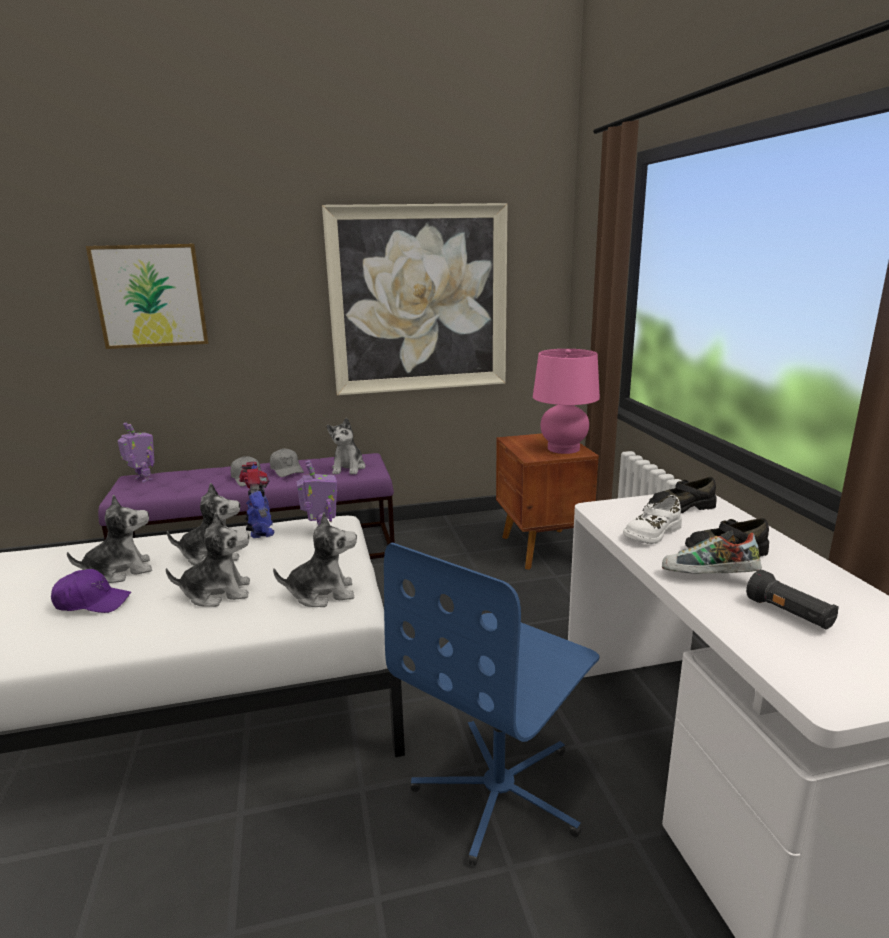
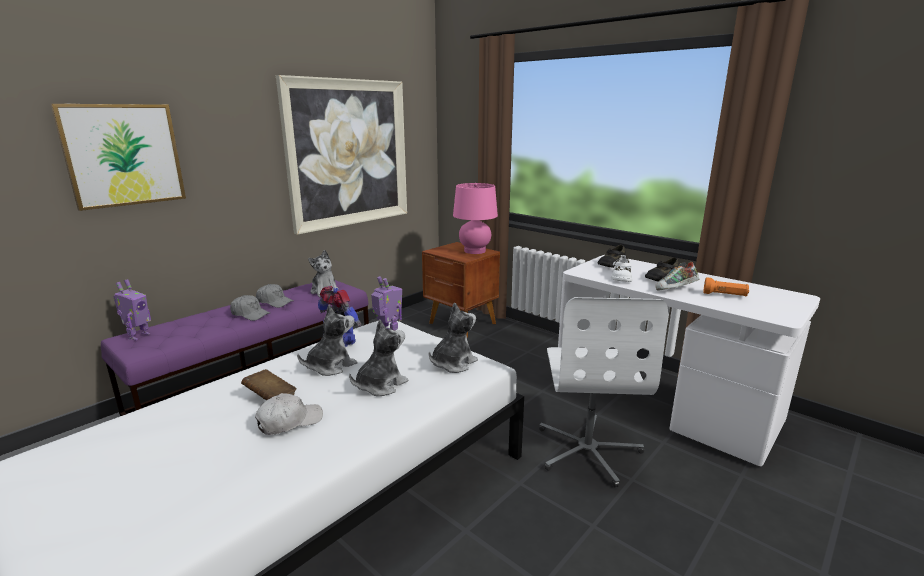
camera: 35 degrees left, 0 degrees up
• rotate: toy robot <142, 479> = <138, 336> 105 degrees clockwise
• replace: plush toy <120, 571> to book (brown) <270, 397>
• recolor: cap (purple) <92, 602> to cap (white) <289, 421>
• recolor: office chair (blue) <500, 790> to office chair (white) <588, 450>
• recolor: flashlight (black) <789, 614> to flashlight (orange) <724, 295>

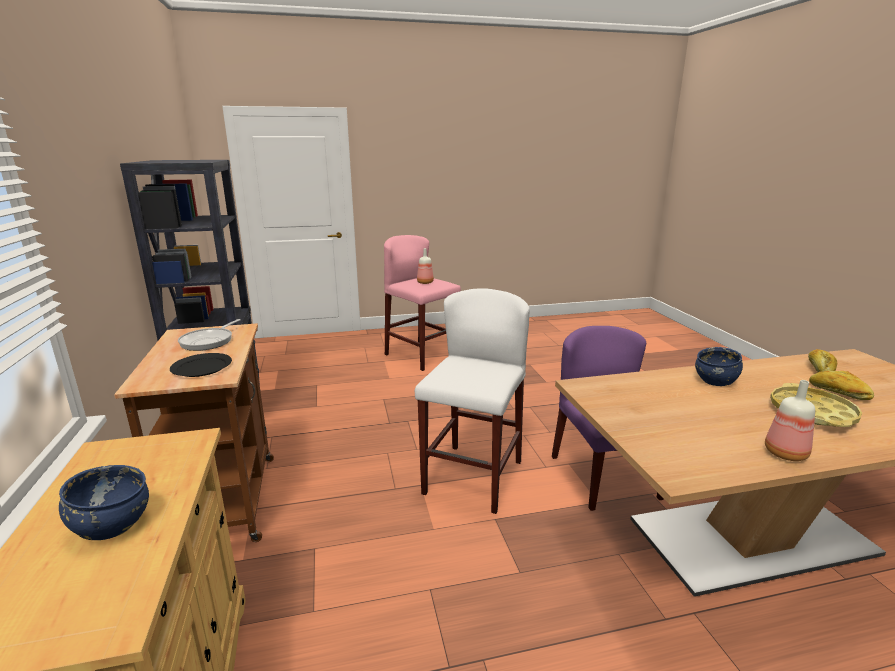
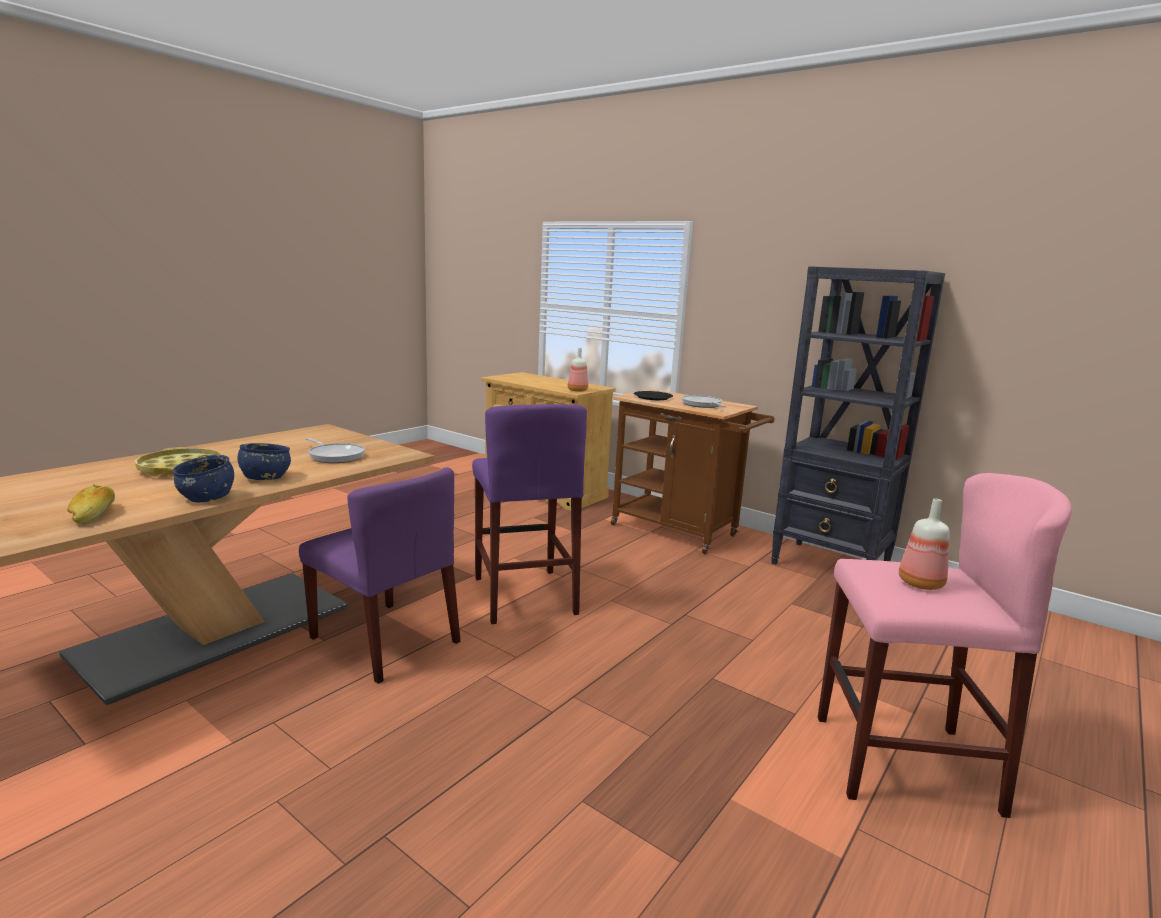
camera: 140 degrees right, 5 degrees down
• move: bowl (blue) <112, 525> to <207, 497>
• insert: frying pan <335, 456>
• recolor: stool (white) <473, 477> to stool (purple) <524, 595>
• move: bottle <787, 454> to <577, 390>
• delete: bread <838, 393>

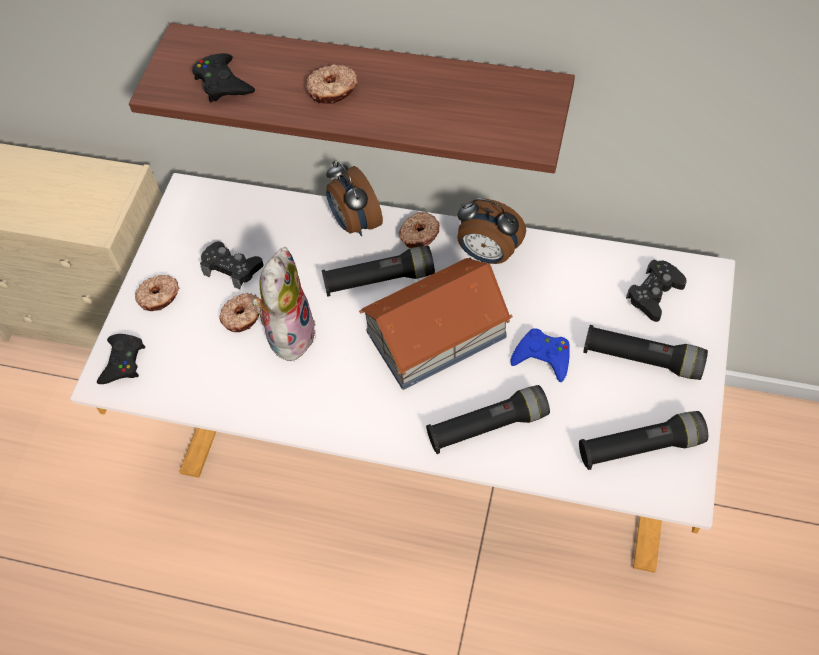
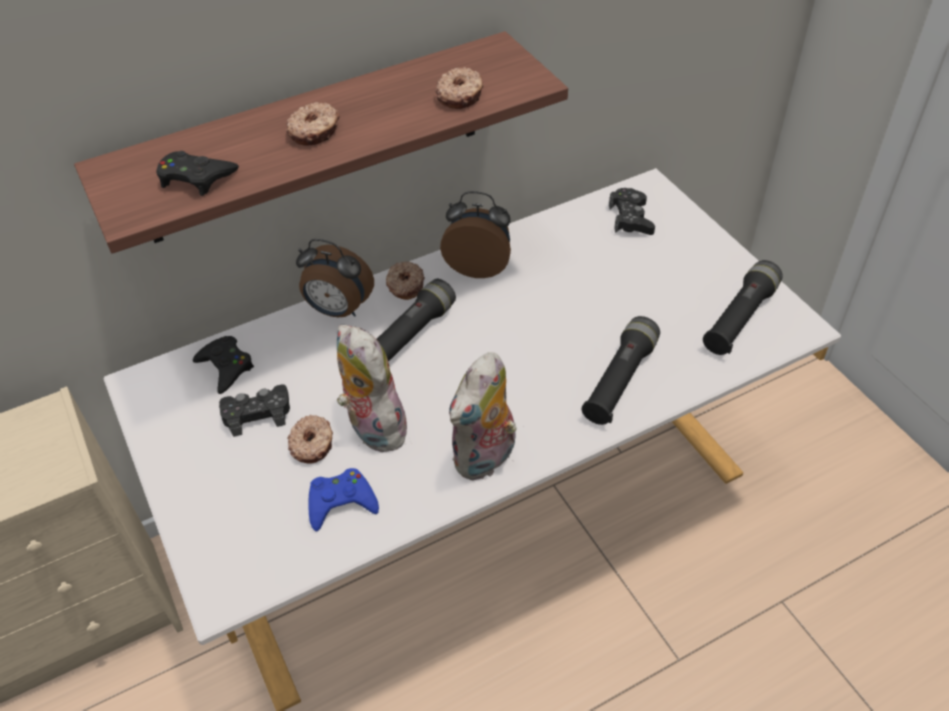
camera: 45 degrees left, 10 degrees down
• move: game controller (black) <123, 362> to <226, 367>
• move: game controller (blue) <543, 357> to <341, 502>
• move: donut <159, 297> to <461, 96>
• rotate: alarm clock <488, 254> = <478, 266> 150 degrees counterclockwise
• insert: plush toy <486, 459>
• delete: toy house <434, 334>
• delete: flashlight (black) <642, 359>

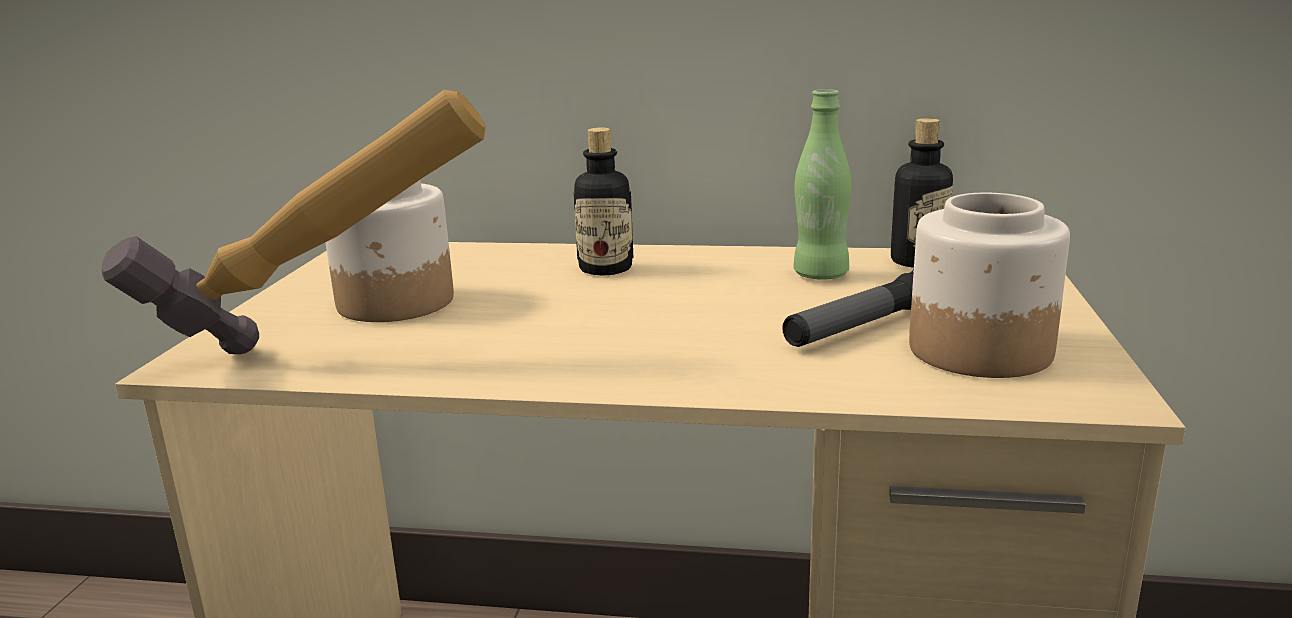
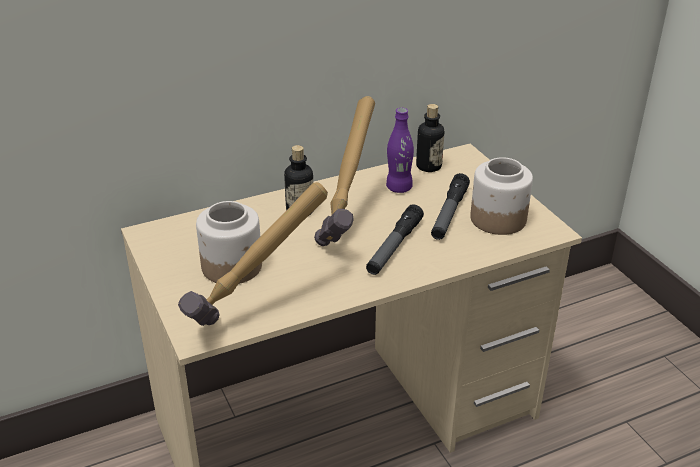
camera: 35 degrees left, 15 degrees up
• insert: hammer <352, 224>
• insert: flashlight <394, 247>
• recolor: bottle (green) <820, 275> to bottle (purple) <399, 188>

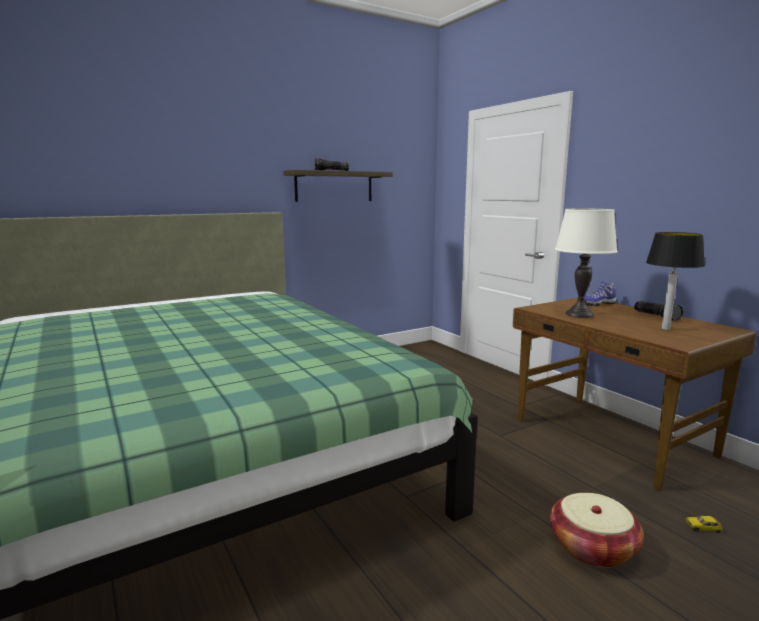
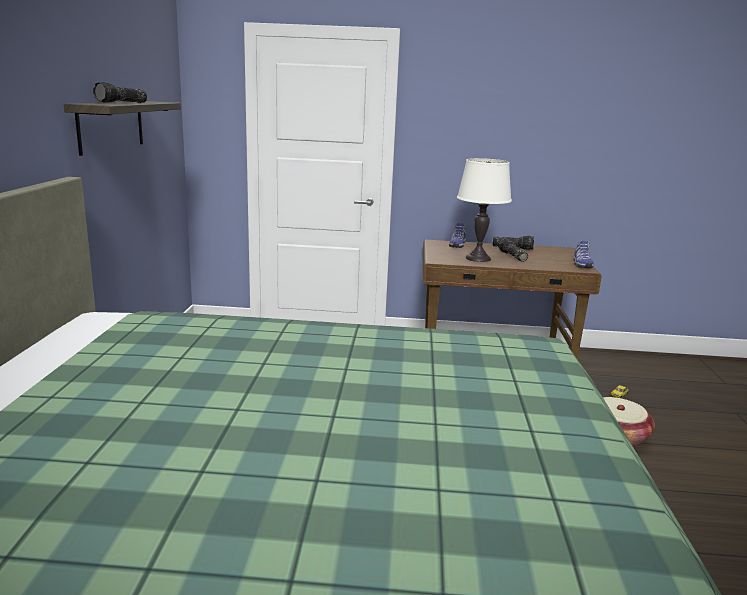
camera: 55 degrees left, 5 degrees up
• insert: flashlight <511, 256>
• insert: shoe <581, 264>
• delete: table lamp <665, 328>

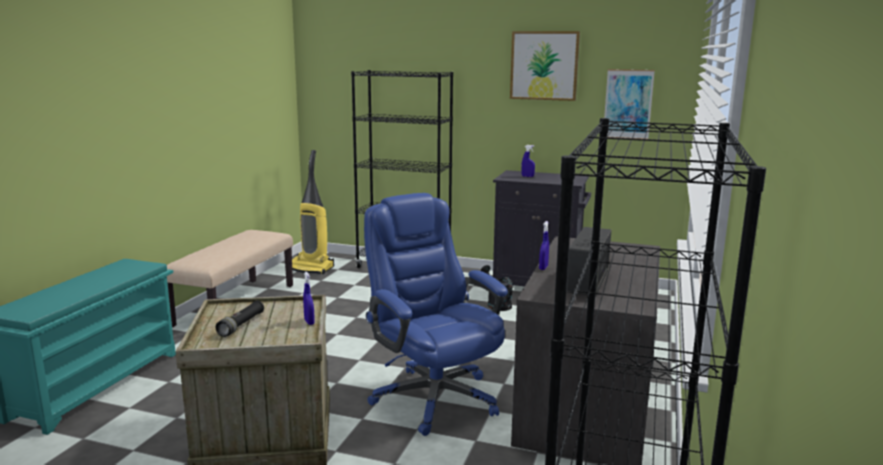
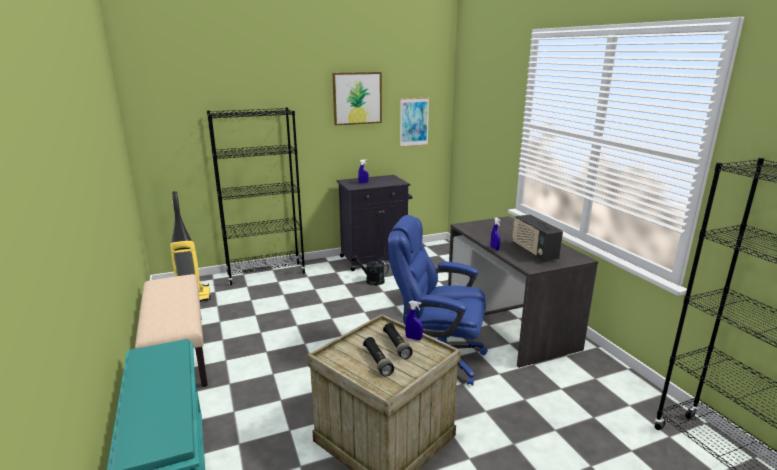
camera: 40 degrees left, 5 degrees up
• insert: flashlight (black) <397, 346>

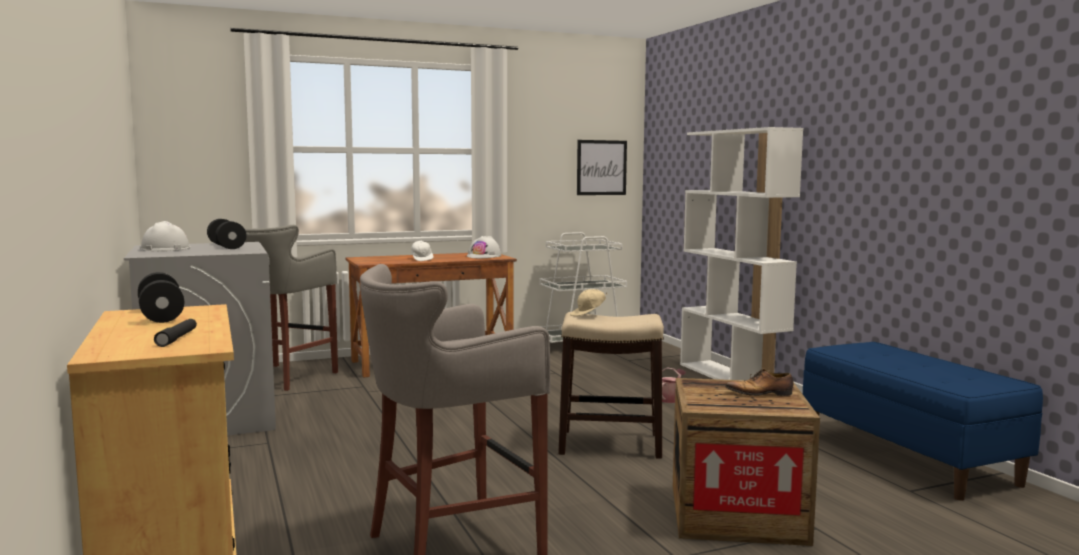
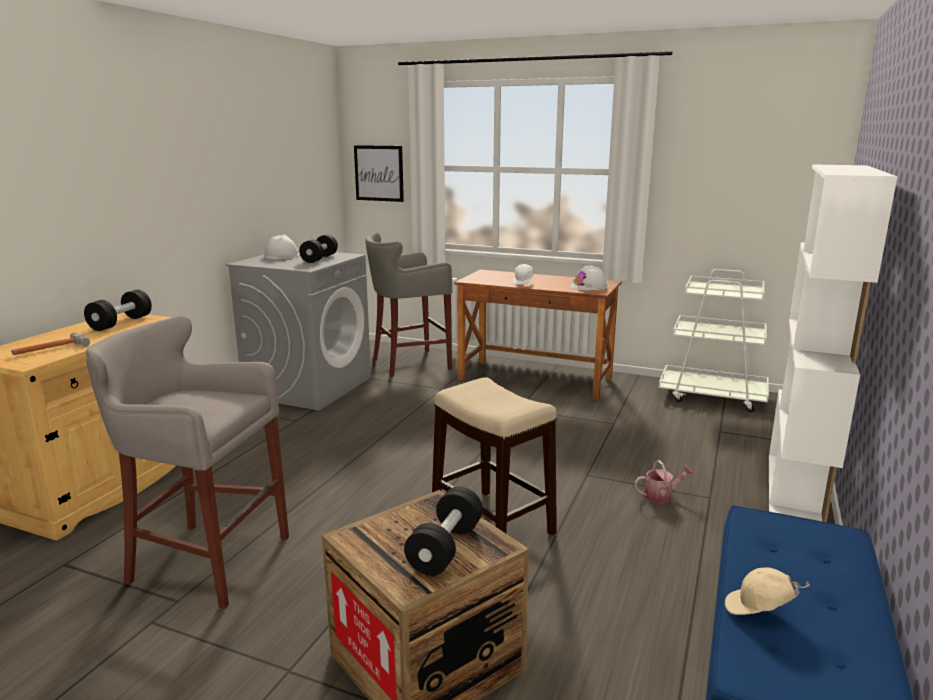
camera: 45 degrees right, 10 degrees up
• replace: flashlight (black) <177, 338> to hammer <50, 349>
• move: picture <601, 167> to <379, 173>
• replace: shoe <760, 394> to dumbbell (black) <445, 548>
• move: cap (beige) <589, 314> to <759, 610>

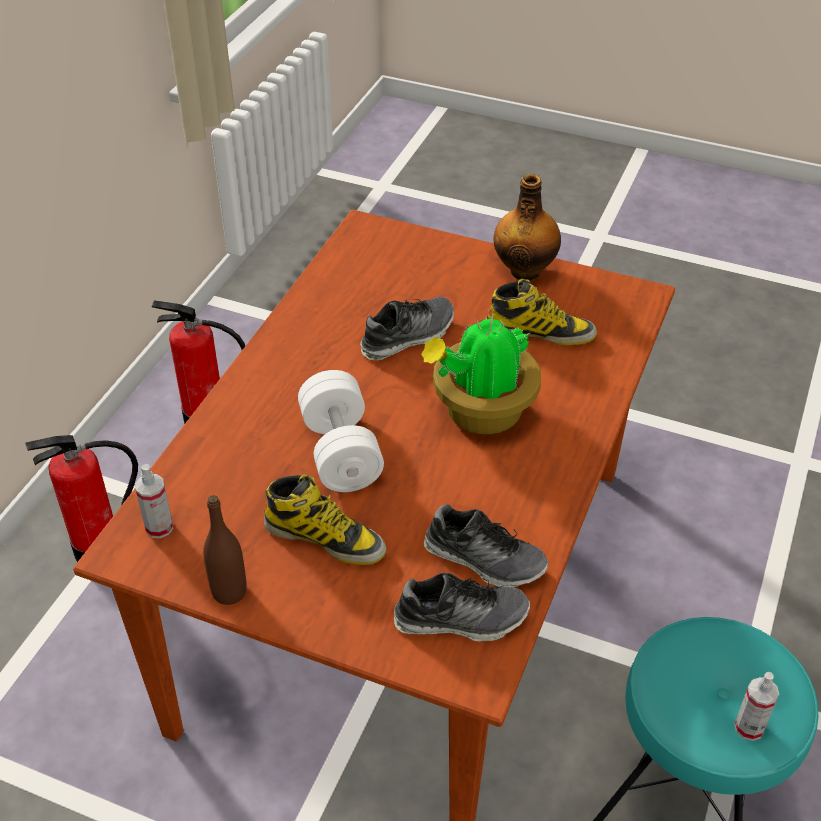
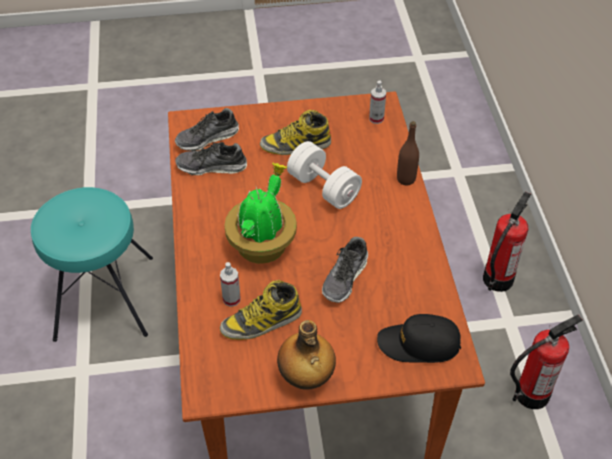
camera: 150 degrees right, 5 degrees up
• move: spray bottle <749, 727> to <231, 299>
• insert: cap (black) <418, 344>
• move: bottle (brown) <229, 592> to <406, 179>

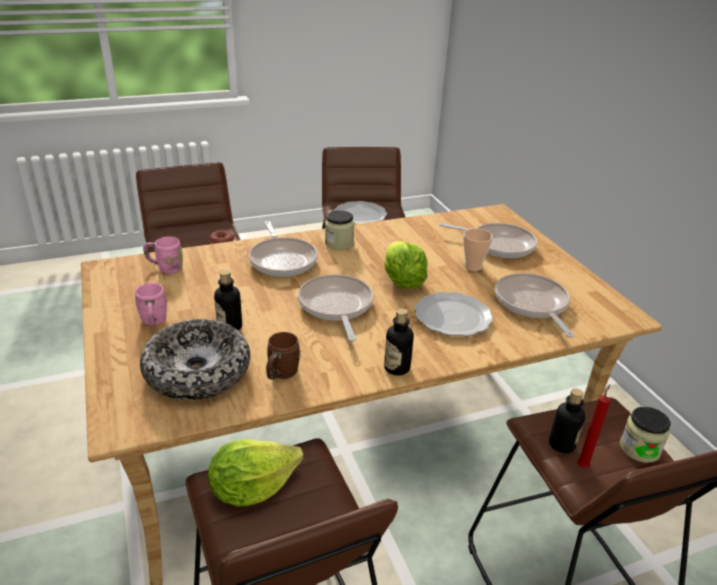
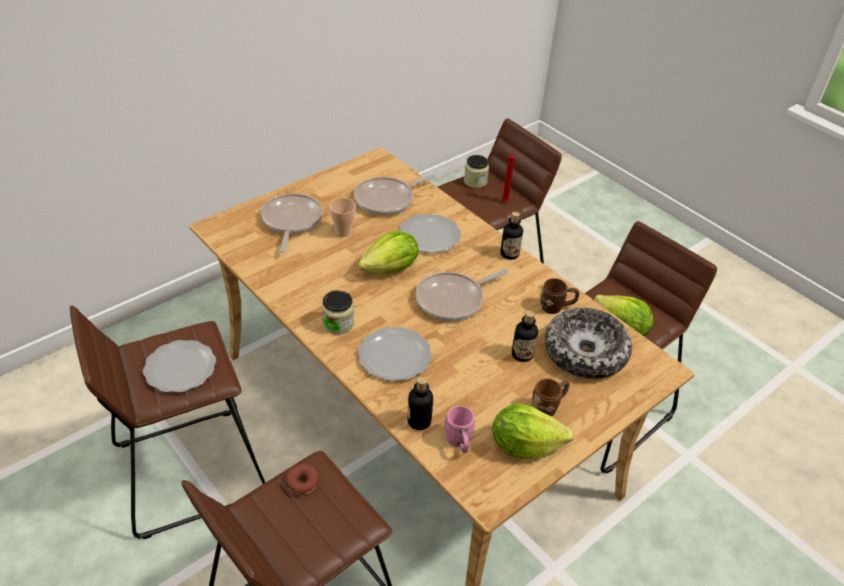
camera: 110 degrees left, 10 degrees up
• replace: frying pan <282, 260> to plate <393, 356>
• move: bottle <561, 444> to <419, 421>
• insert: lettuce <524, 445>
• recolor: mug (pink) <154, 322> to mug (brown) <548, 407>

